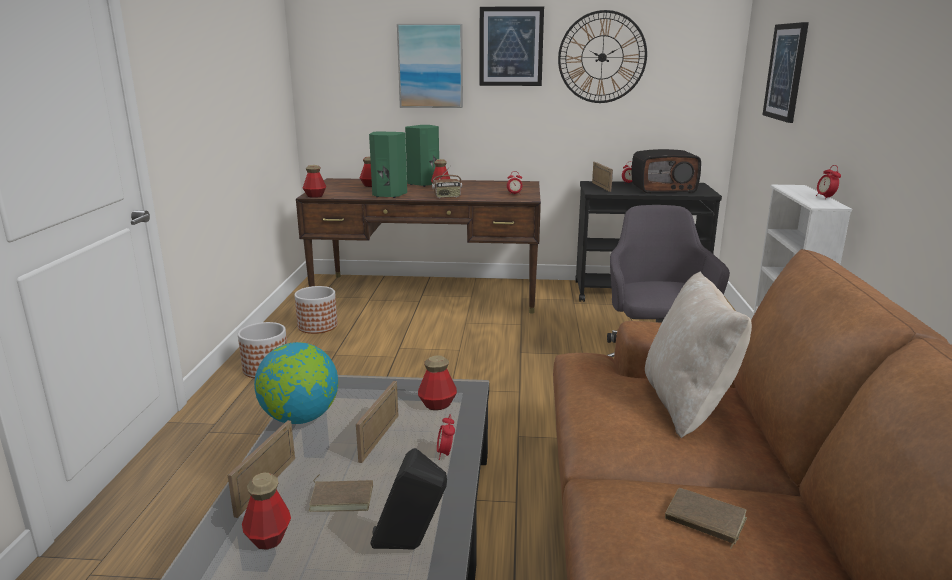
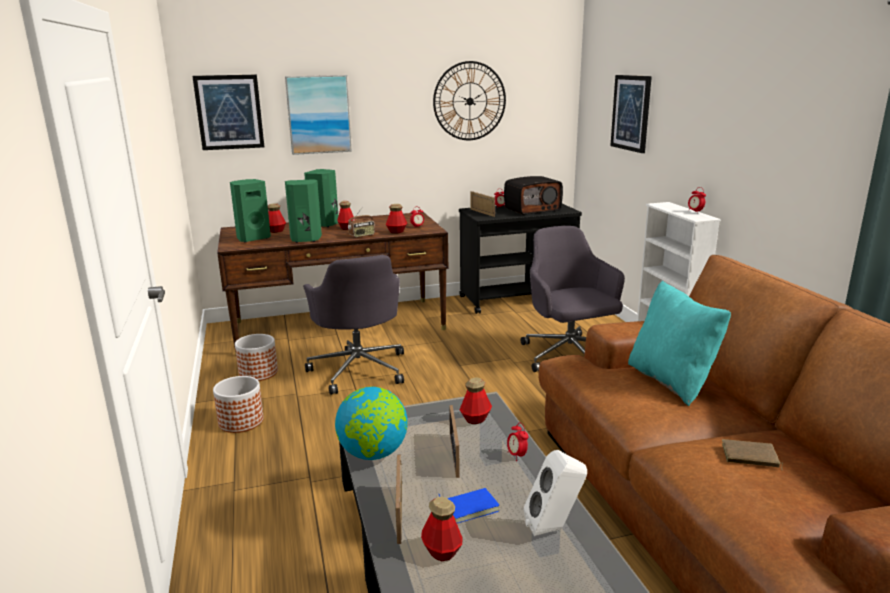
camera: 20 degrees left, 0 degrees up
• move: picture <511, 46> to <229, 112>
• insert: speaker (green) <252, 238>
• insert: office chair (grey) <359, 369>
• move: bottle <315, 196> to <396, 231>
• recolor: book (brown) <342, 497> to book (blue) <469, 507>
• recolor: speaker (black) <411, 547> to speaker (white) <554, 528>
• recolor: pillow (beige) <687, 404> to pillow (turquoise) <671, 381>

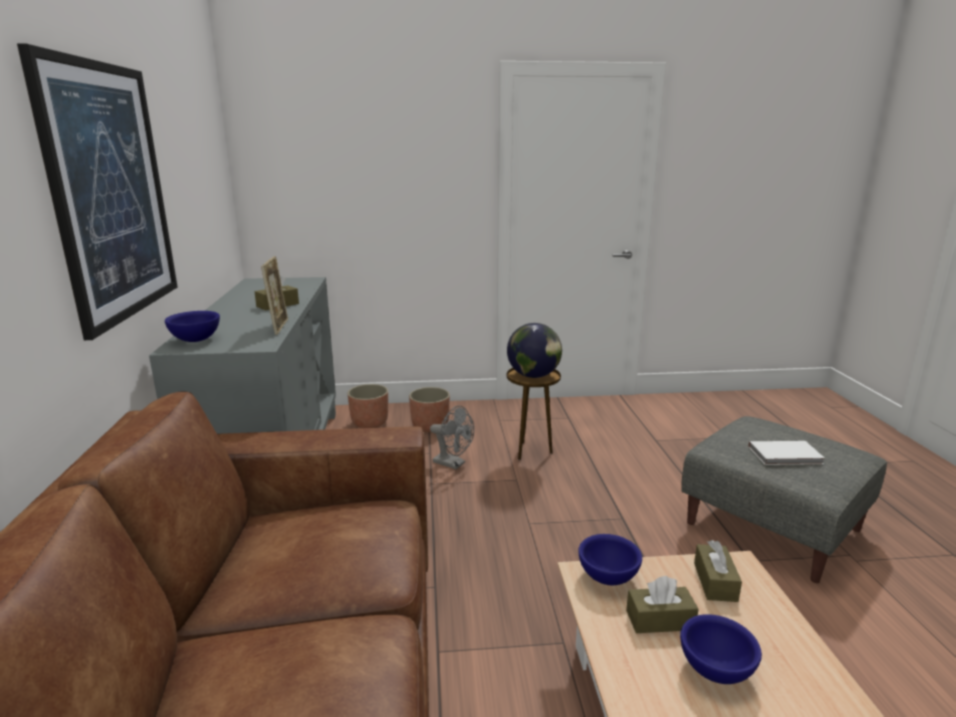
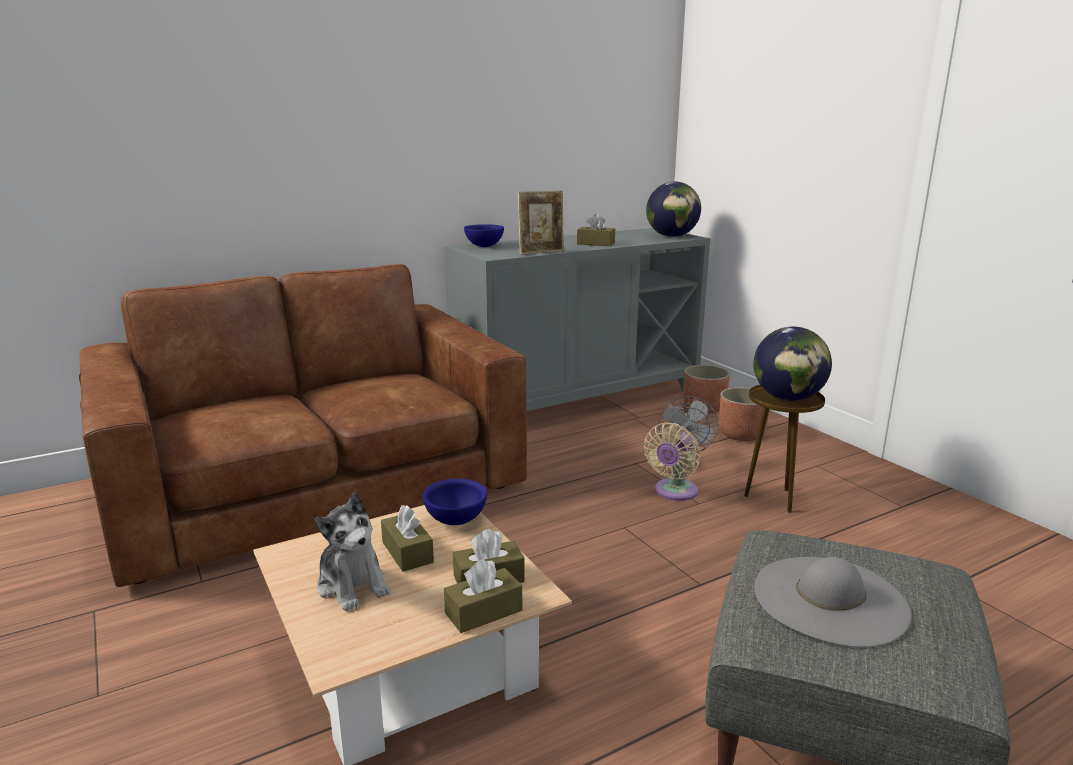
camera: 65 degrees right, 0 degrees up
• replace: bowl (blue) <714, 669> to plush toy <352, 585>
• insert: tissue box (brown) <483, 612>
• insert: fan (beige) <674, 492>
• insert: globe <672, 236>
• replace: book (white) <786, 455> to hat (grey) <830, 599>
• delete: picture <111, 193>

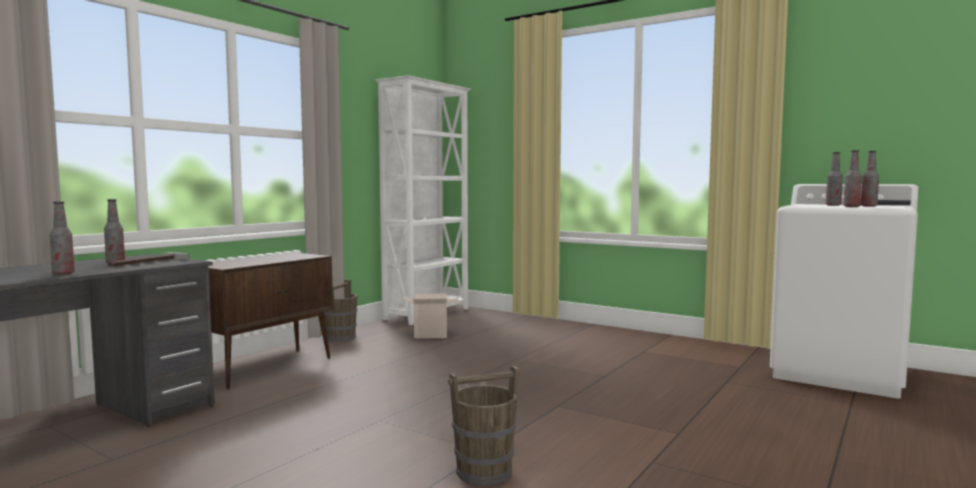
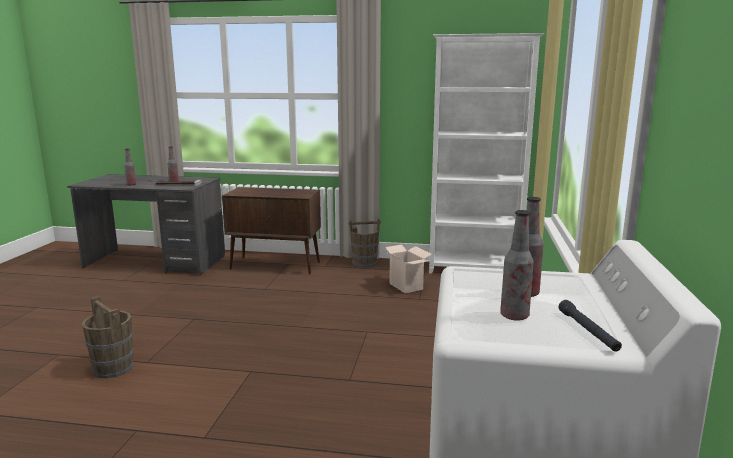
camera: 65 degrees right, 10 degrees up
• delete: bottle <851, 207>

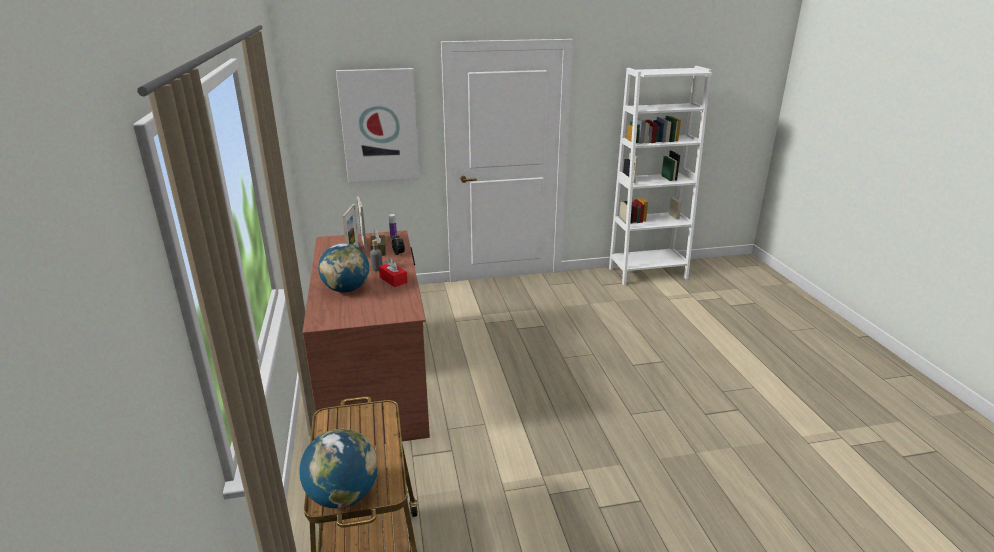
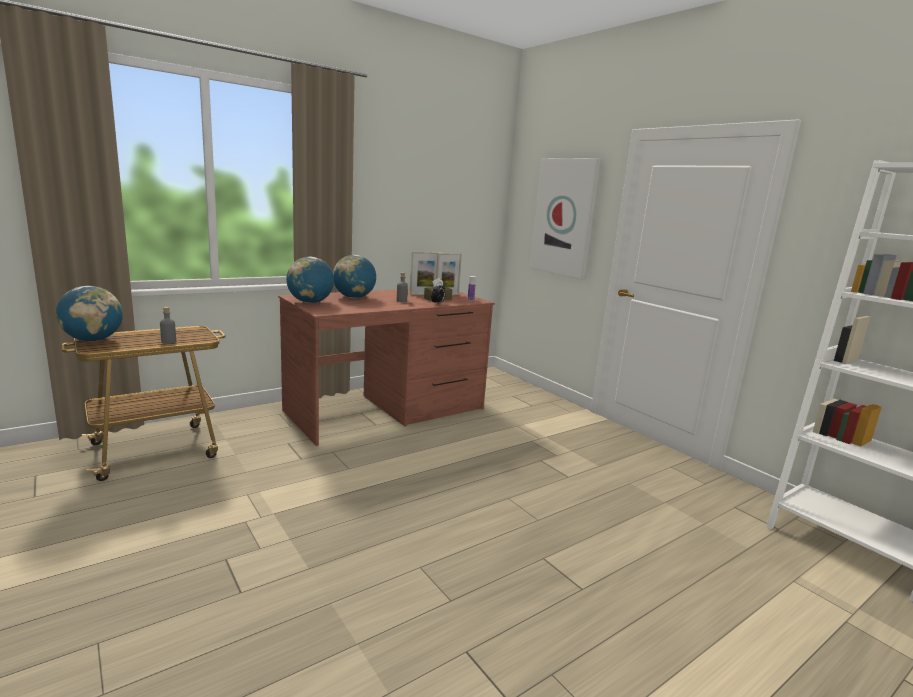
camera: 65 degrees right, 10 degrees down
• insert: bottle (grey) <168, 342>
• insert: globe <310, 302>
• delete: tissue box (red) <393, 280>

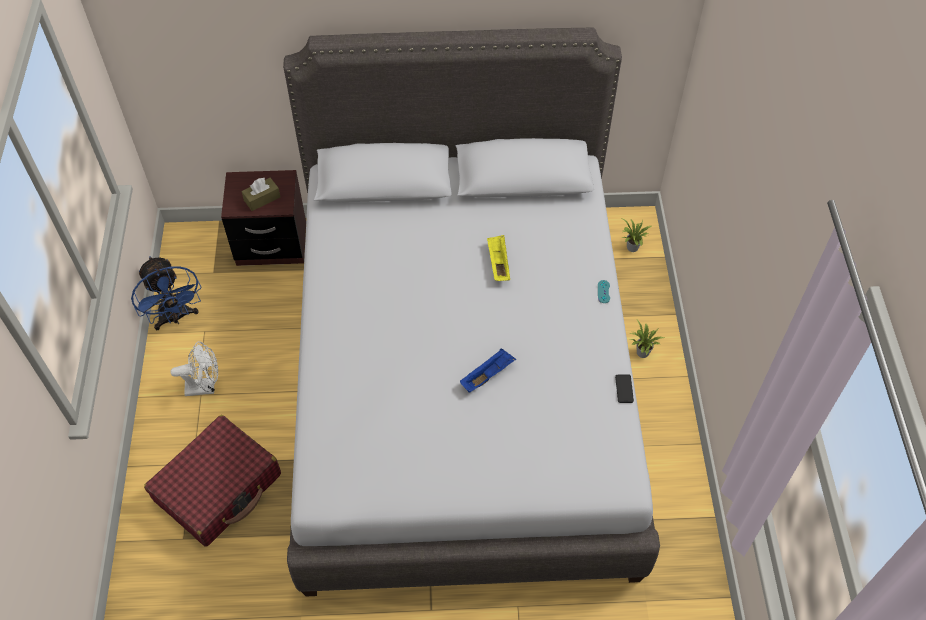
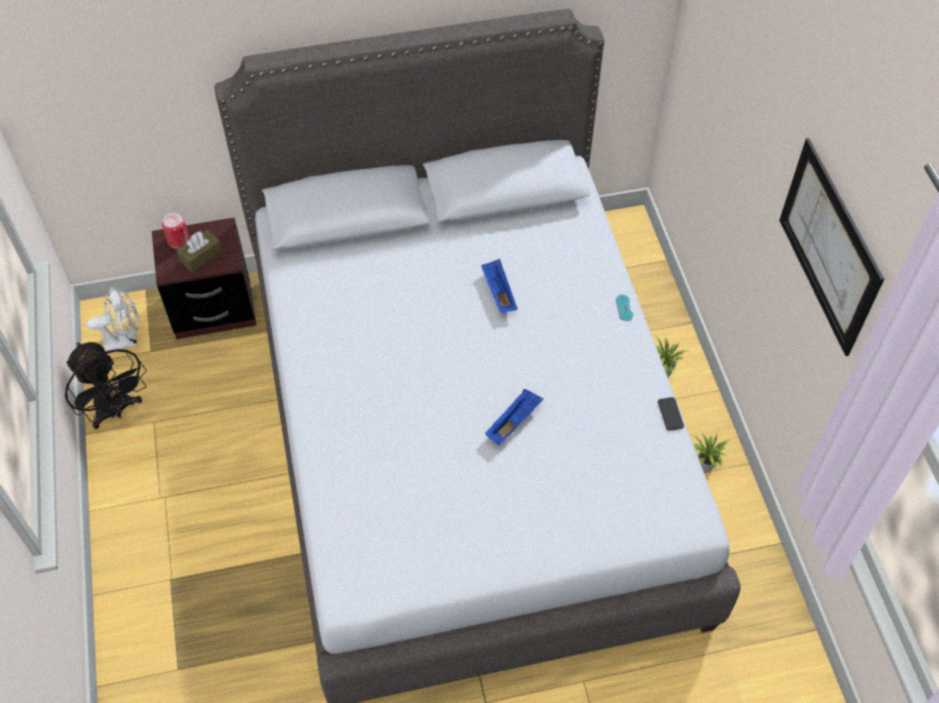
camera: 10 degrees left, 0 degrees up
• recolor: fan (blue) <175, 318> to fan (black) <116, 411>
• move: fan (white) <205, 387> to <125, 340>
• insert: can <178, 240>
• recolor: tray (yellow) <498, 263> to tray (blue) <498, 292>
• move: potted plant <631, 248> to <705, 467>
• insert: picture <829, 246>
• delete: suitcase (red) <218, 487>

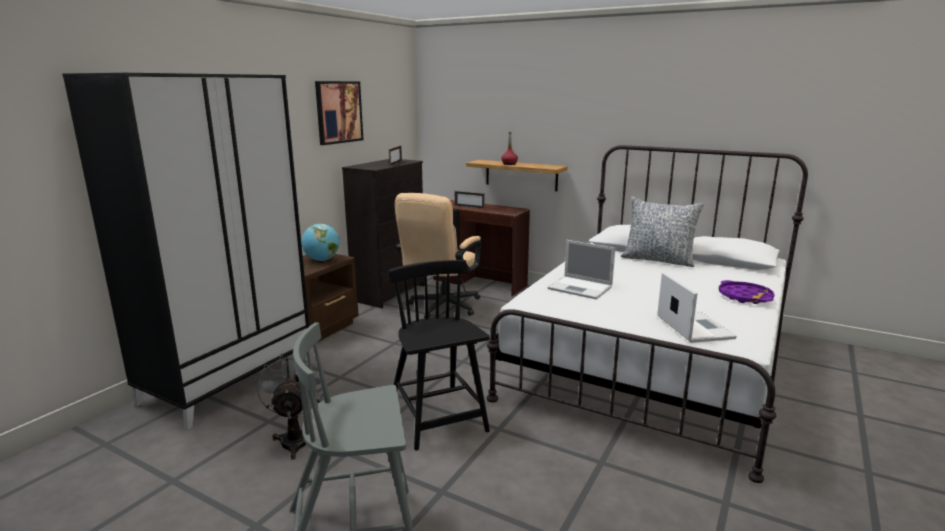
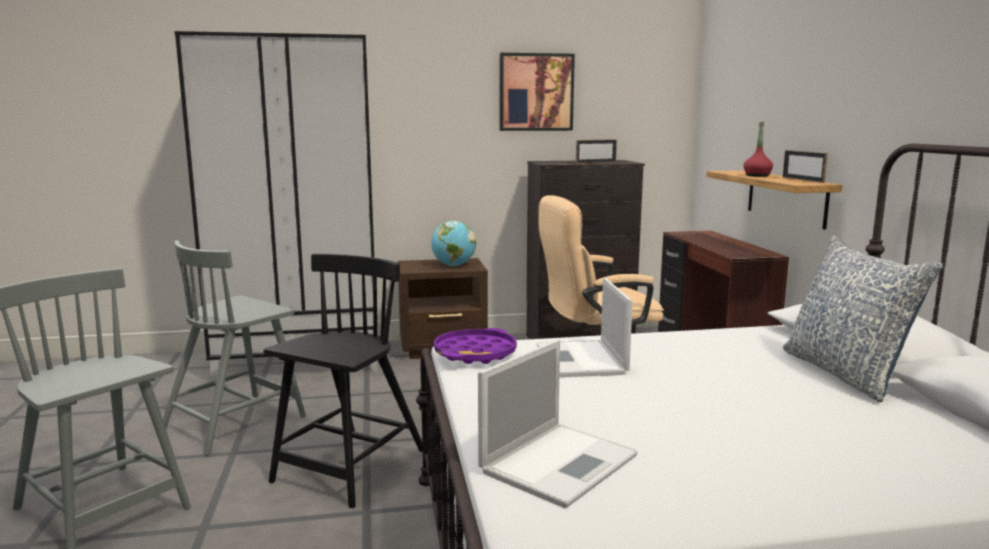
camera: 50 degrees right, 5 degrees down
• replace: fan (grey) <296, 438> to chair (grey) <236, 422>
• move: tray (purple) <745, 297> to <475, 353>
• move: picture frame <469, 207> to <802, 180>

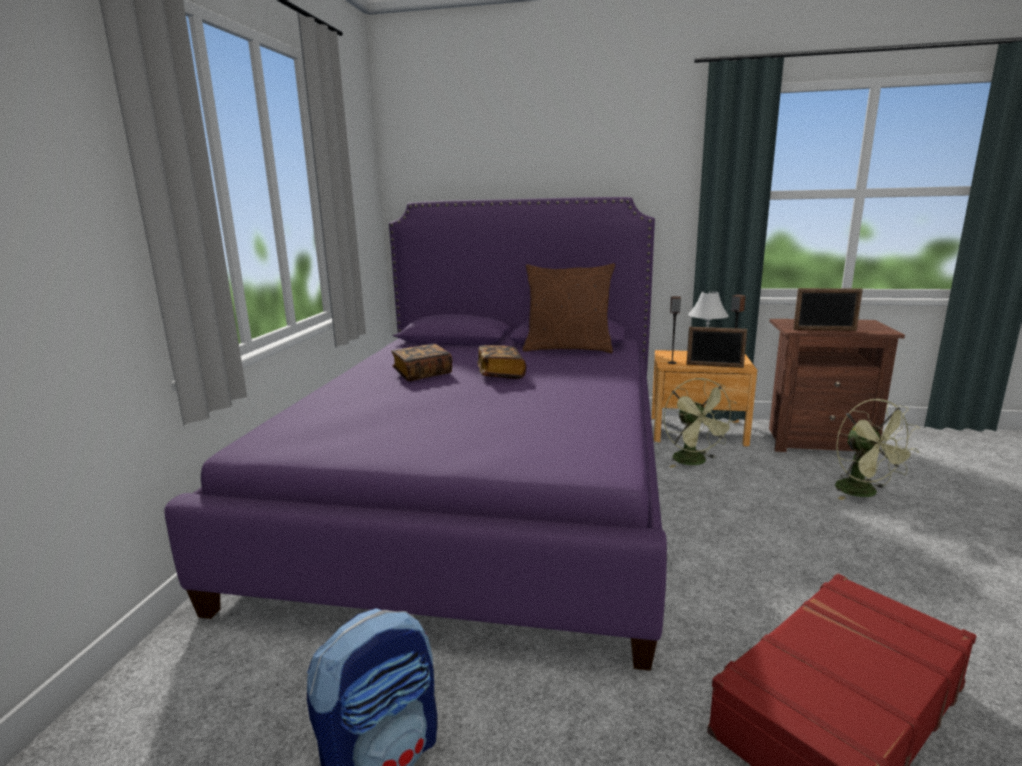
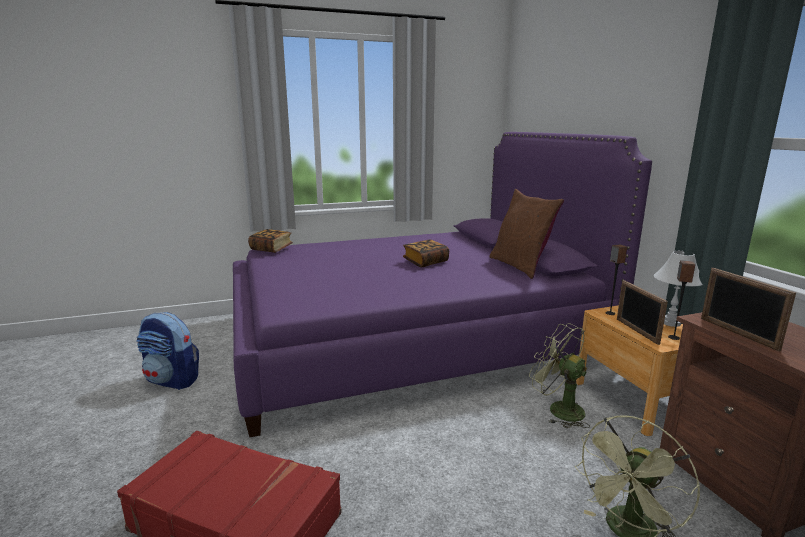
camera: 60 degrees right, 0 degrees up
• move: book <422, 374> to <271, 249>
• rotate: fan (green) <694, 462> = <558, 409> 90 degrees clockwise

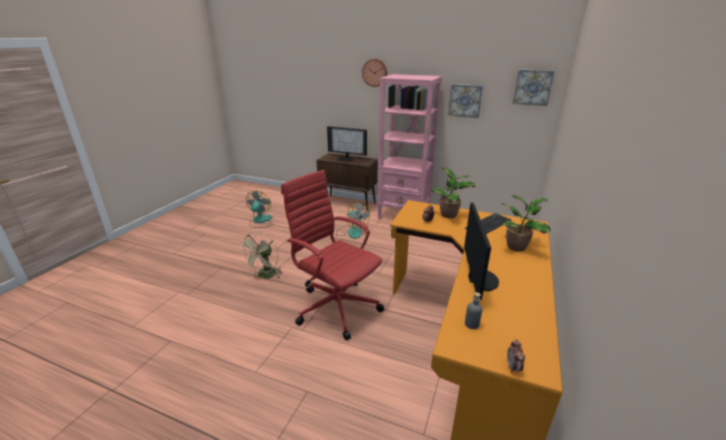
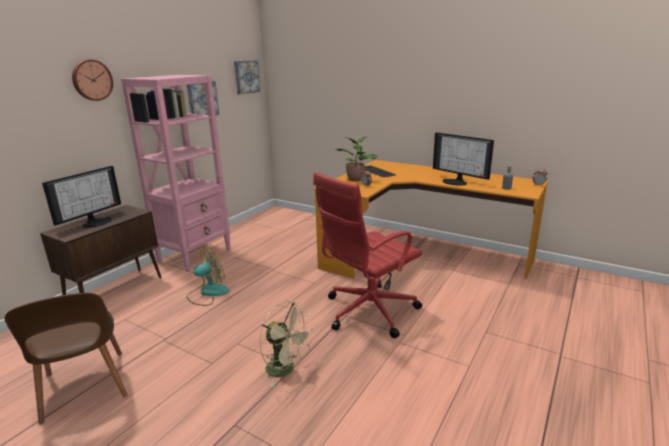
camera: 80 degrees left, 5 degrees down
• replace: fan <260, 221> to chair (brown) <84, 388>
• rotate: monitor <479, 279> = <456, 181> 150 degrees counterclockwise
• delete: potted plant <517, 247>

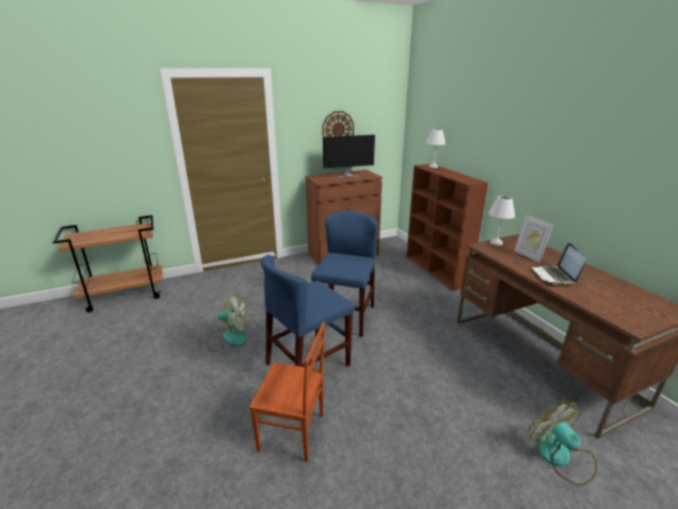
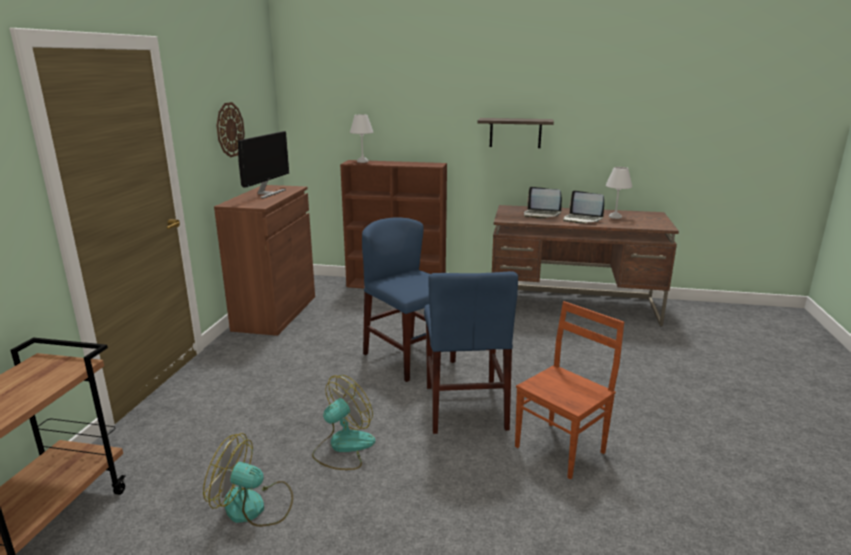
camera: 55 degrees left, 5 degrees down
• move: fan <561, 457> to <254, 507>
• insert: shelf <515, 133>
• replace: picture frame <528, 256> to laptop <541, 214>
• move: table lamp (white) <495, 242> to <614, 217>

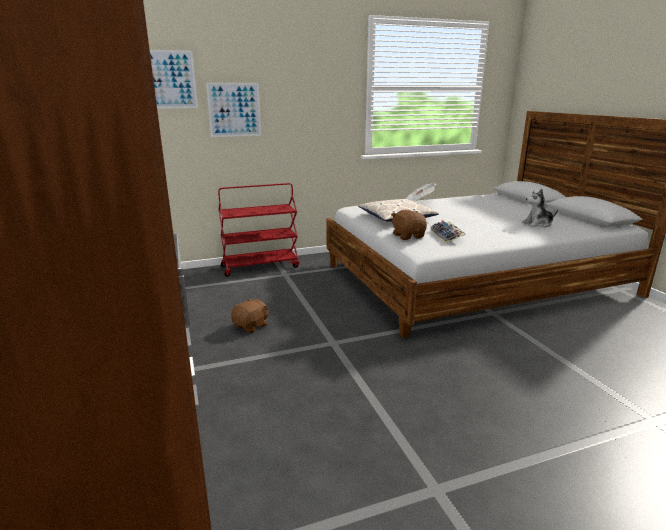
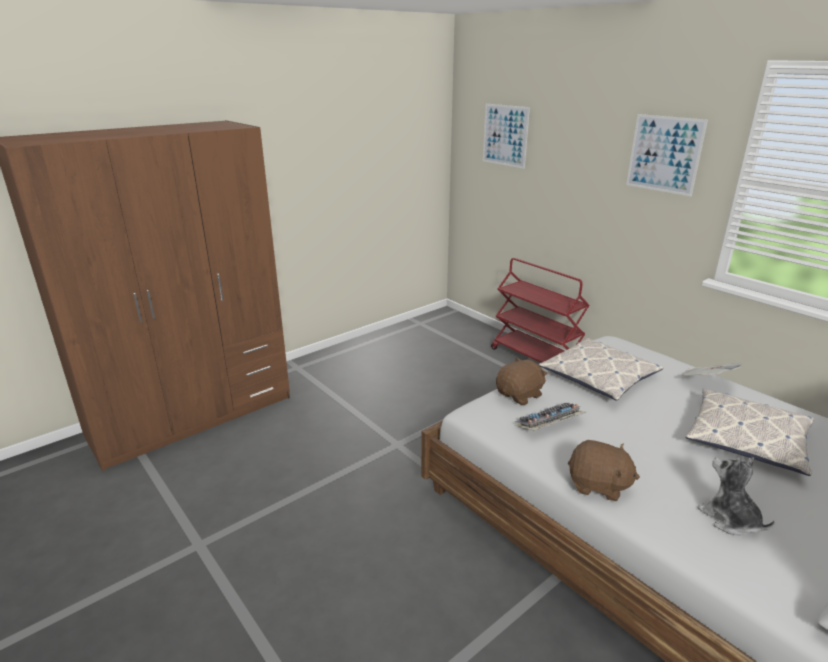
camera: 70 degrees right, 5 degrees up
• move: plush toy (brown) <251, 326> to <598, 485>
• move: picture <234, 110> to <664, 154>
• insert: pillow <747, 439>

